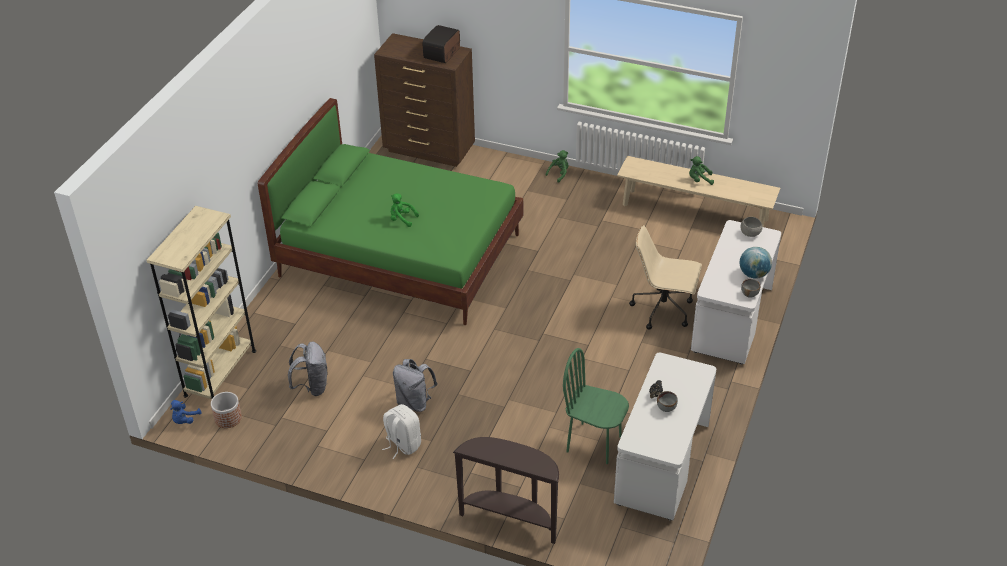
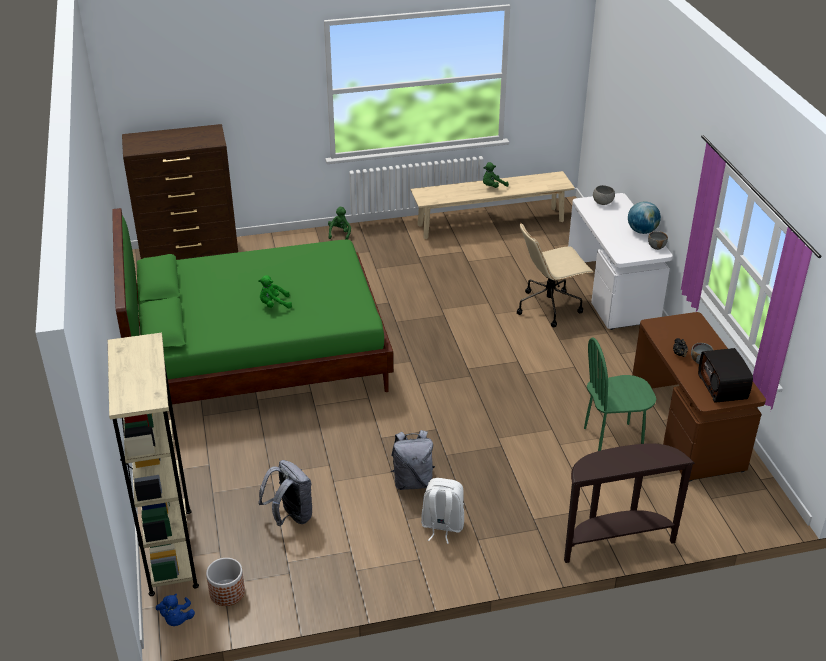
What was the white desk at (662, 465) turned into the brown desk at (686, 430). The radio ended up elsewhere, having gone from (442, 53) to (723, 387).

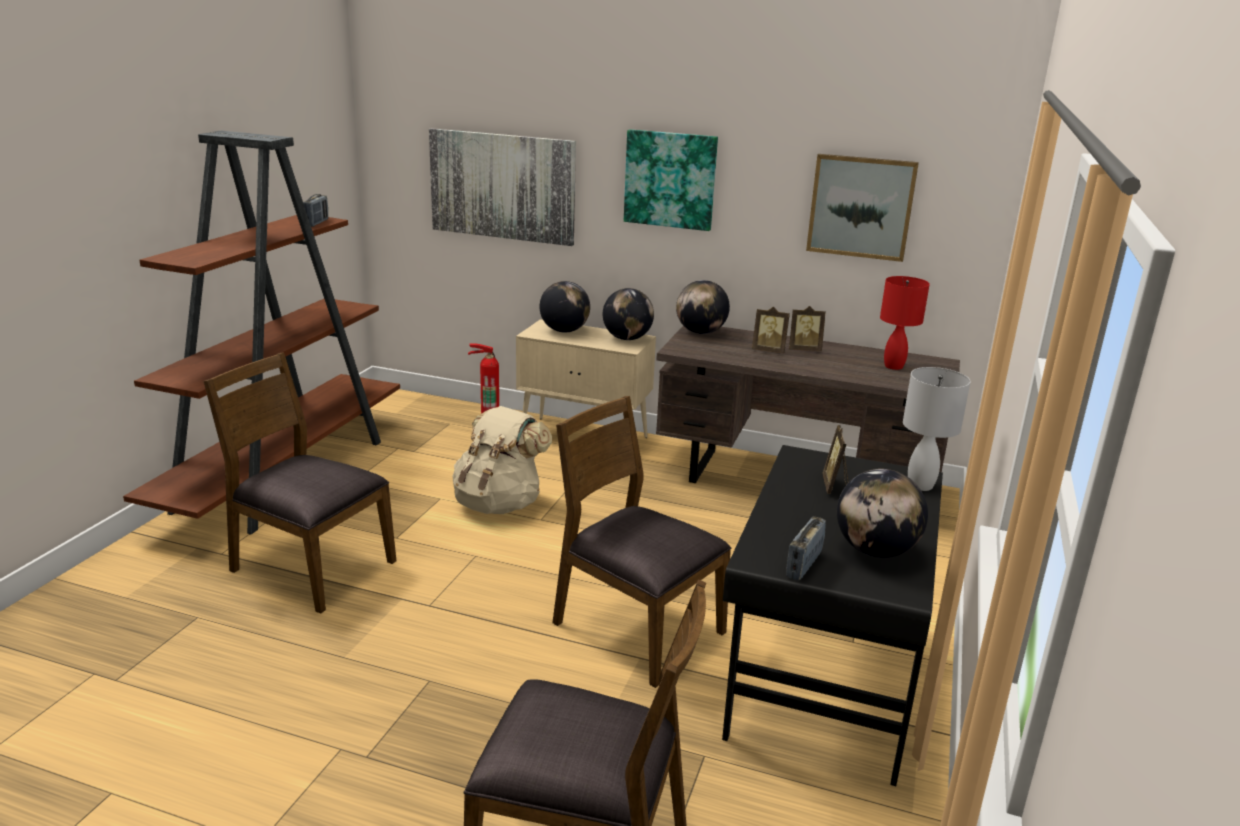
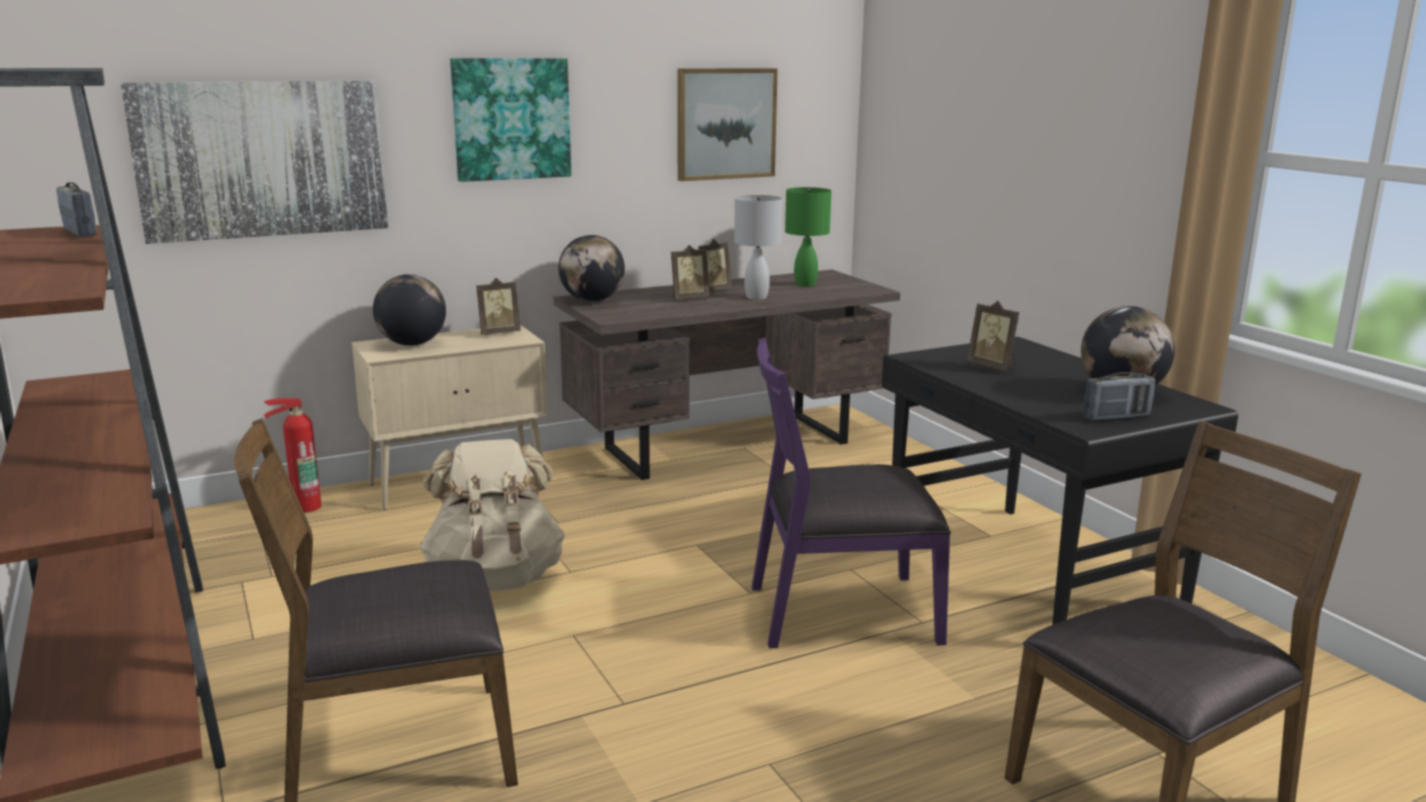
Where the globe stood at (627, 339), the picture frame came to stand at (498, 333). The white table lamp ended up elsewhere, having gone from (921, 485) to (757, 297). What was the brown chair at (635, 628) turned into the purple chair at (841, 612). What was the red table lamp at (894, 366) turned into the green table lamp at (805, 284). The radio at (803, 565) ended up facing another way, 90 degrees counterclockwise from before.

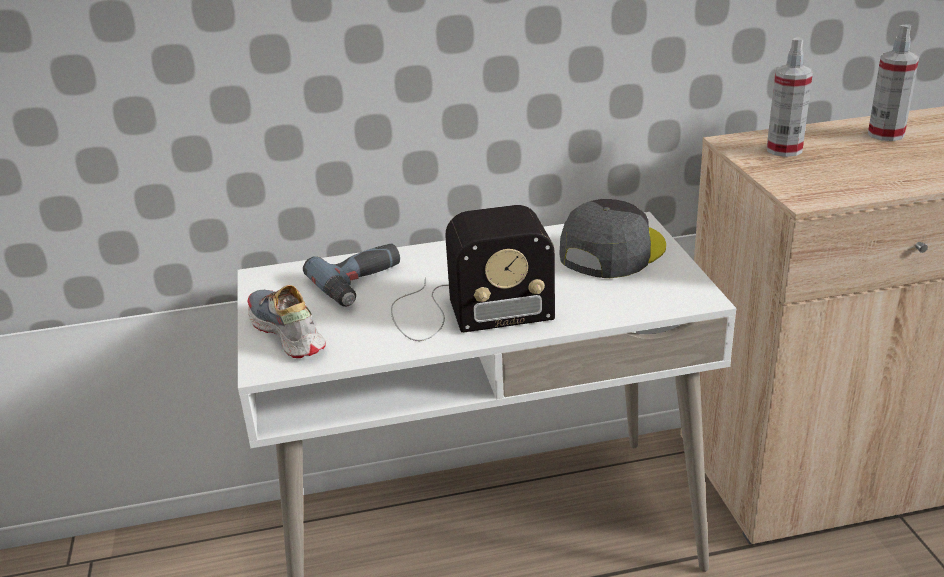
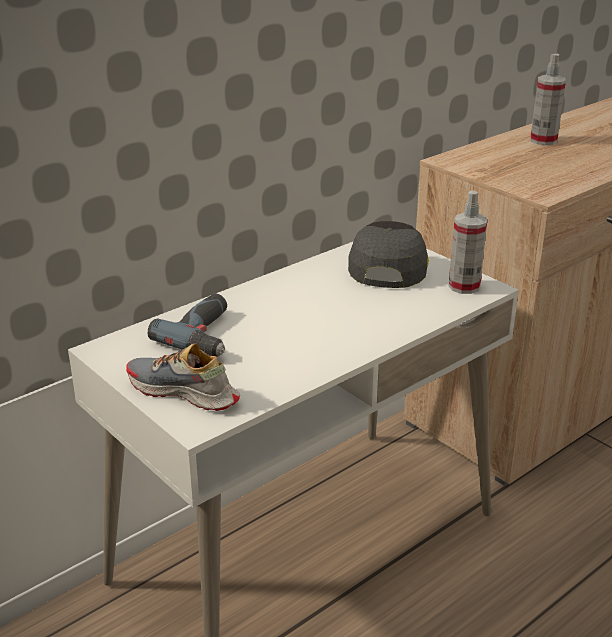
The spray bottle ended up elsewhere, having gone from (784, 150) to (464, 286). The second view lost the radio at (465, 310).

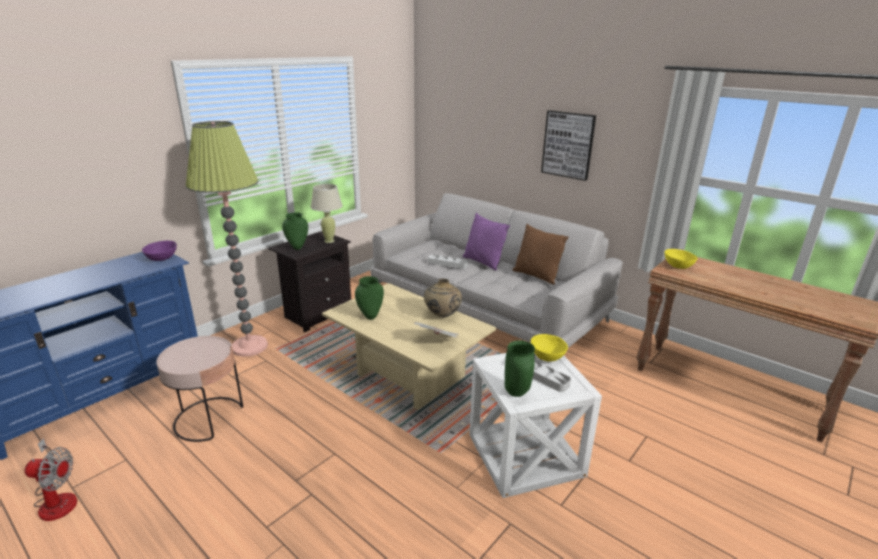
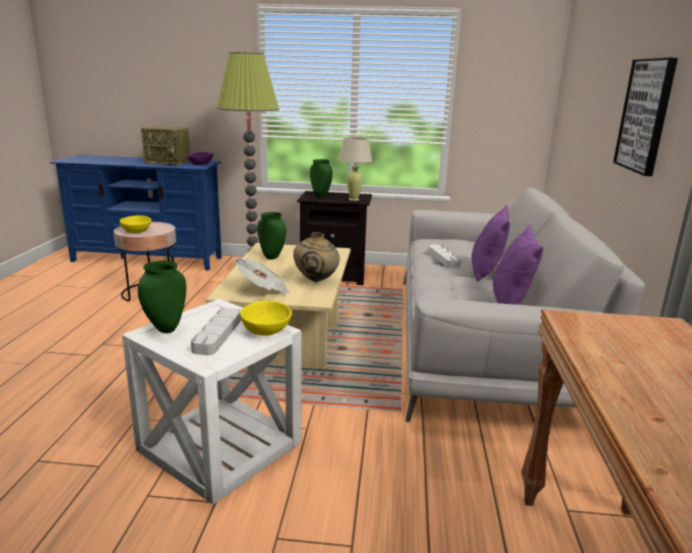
The yellow bowl ended up elsewhere, having gone from (677, 266) to (136, 231). The second view gained the radio at (168, 162). What was the brown pillow at (536, 276) turned into the purple pillow at (509, 303). The second view lost the fan at (57, 499).

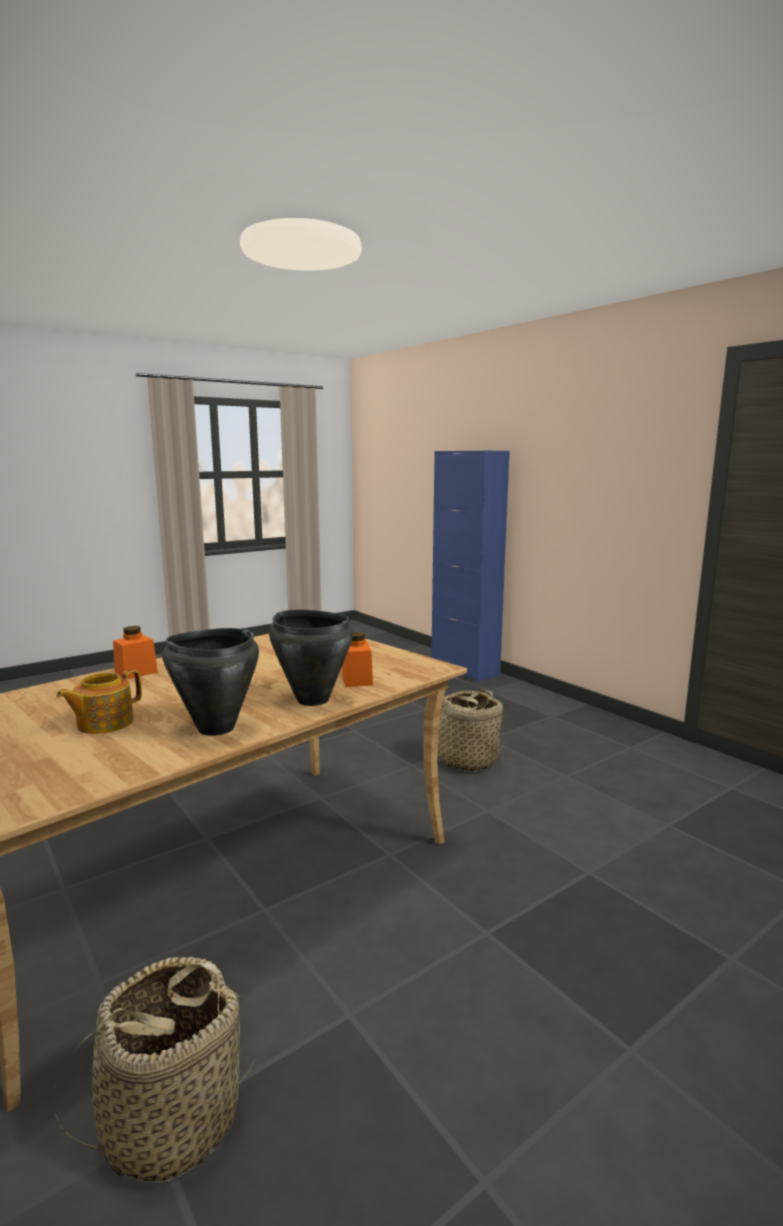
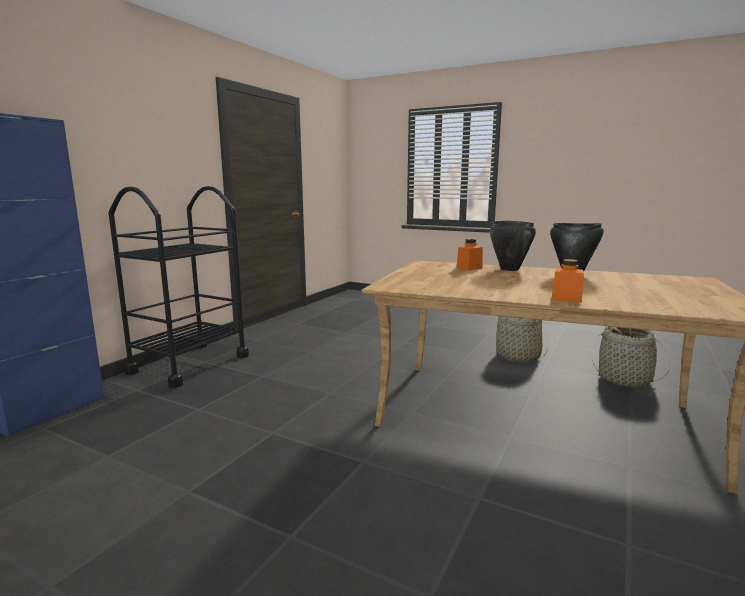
The second view gained the black cart at (189, 364). The basket ended up elsewhere, having gone from (466, 760) to (518, 356). The second view lost the teapot at (103, 723).

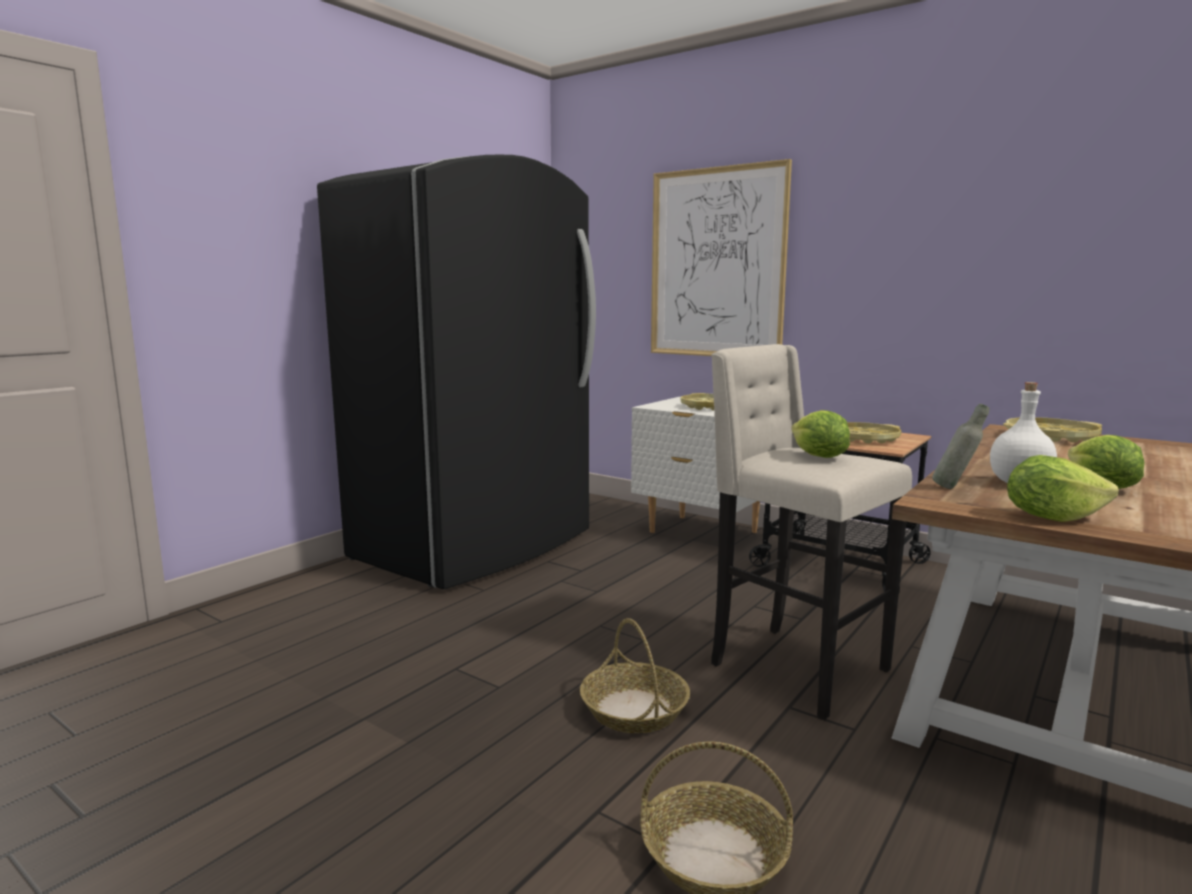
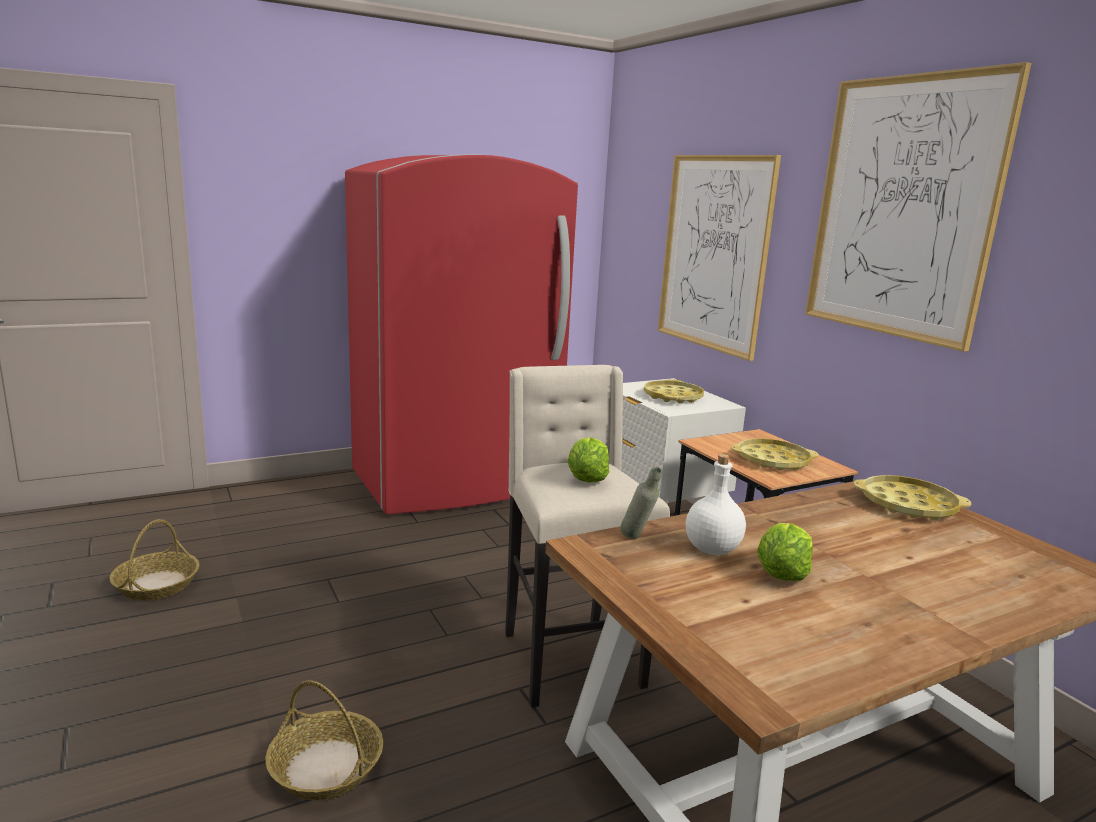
The basket ended up elsewhere, having gone from (635, 710) to (157, 585). What was the black fridge at (476, 546) turned into the red fridge at (456, 482). The second view gained the picture at (903, 208). The second view lost the lettuce at (1051, 517).

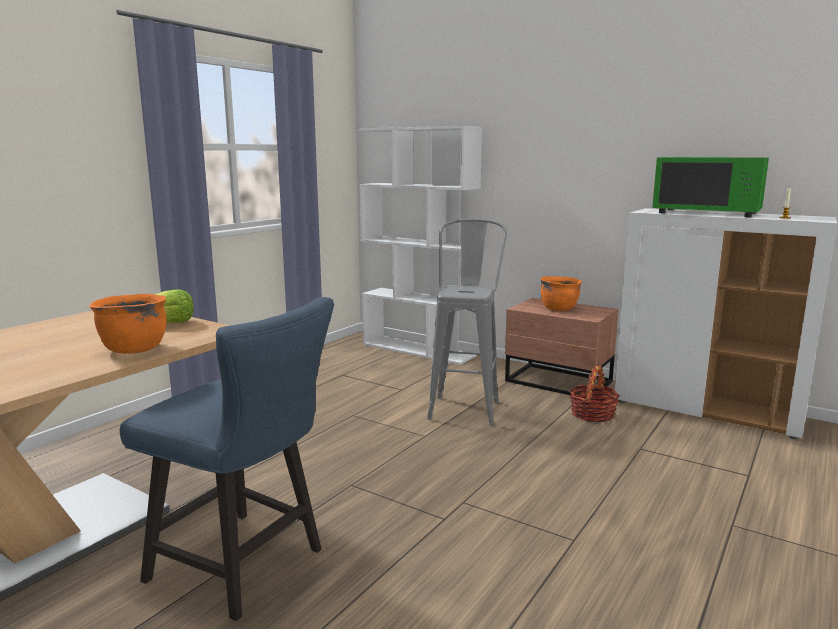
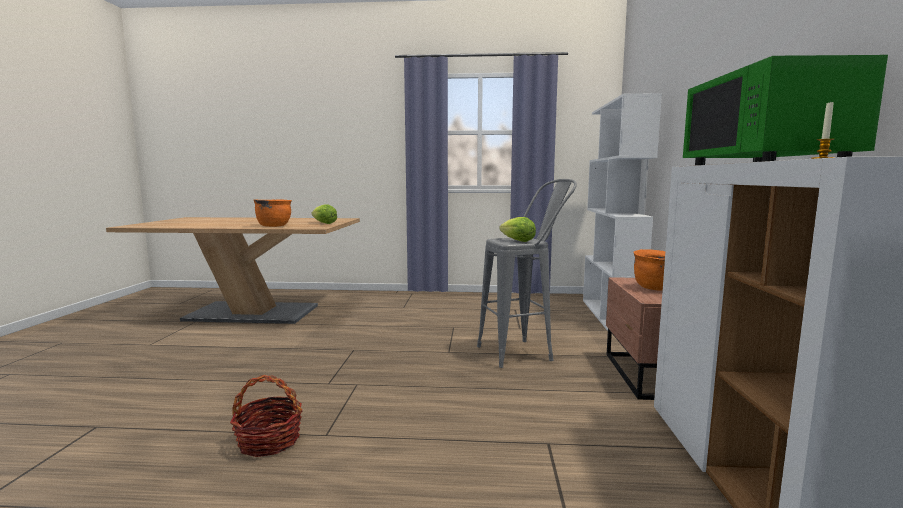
The basket ended up elsewhere, having gone from (592, 414) to (269, 441). The second view gained the lettuce at (517, 241). The second view lost the blue chair at (246, 567).

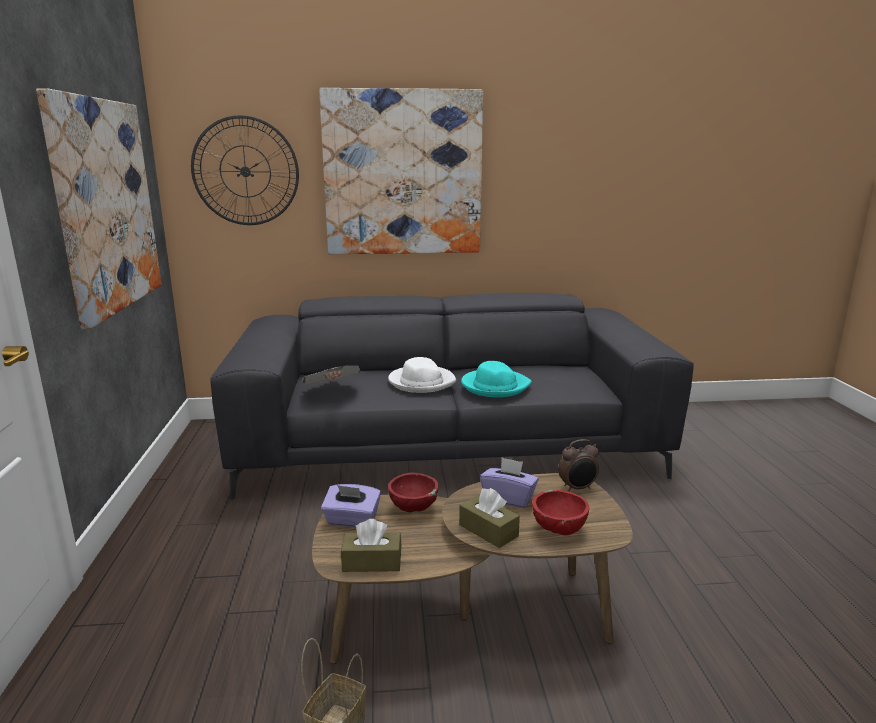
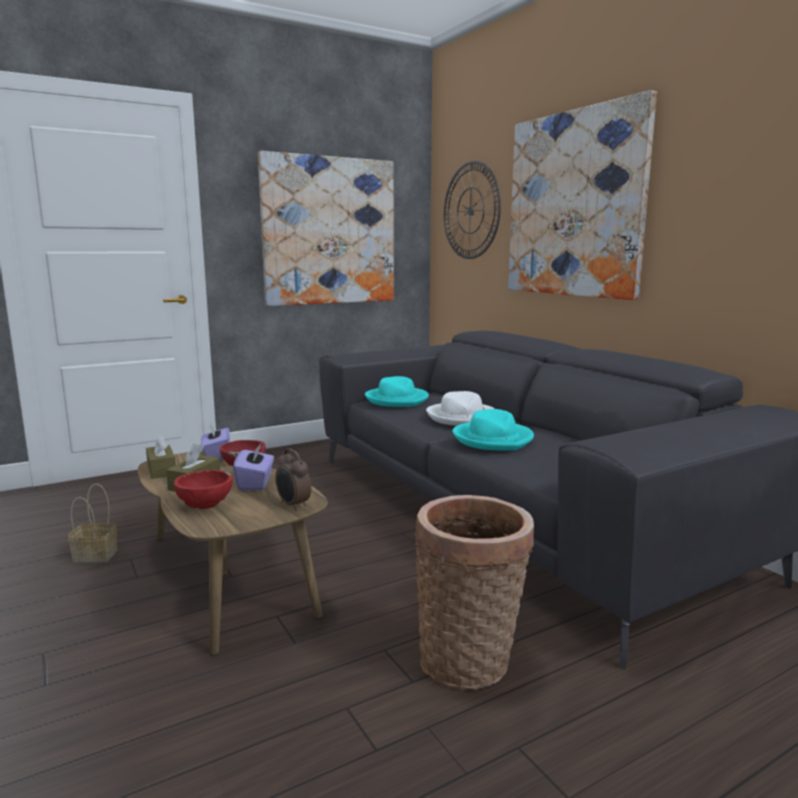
Where the newspaper stood at (331, 391), the turquoise hat came to stand at (397, 400). The second view gained the basket at (470, 660).

